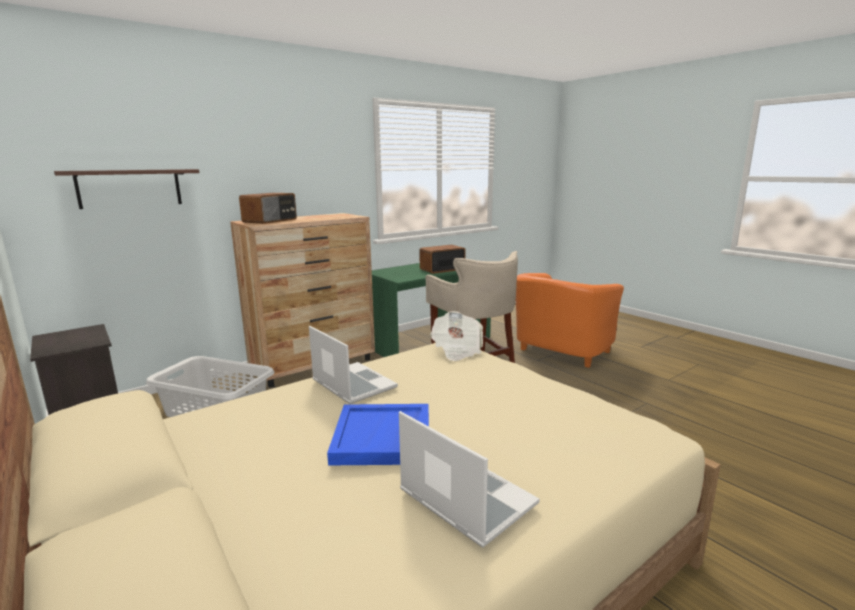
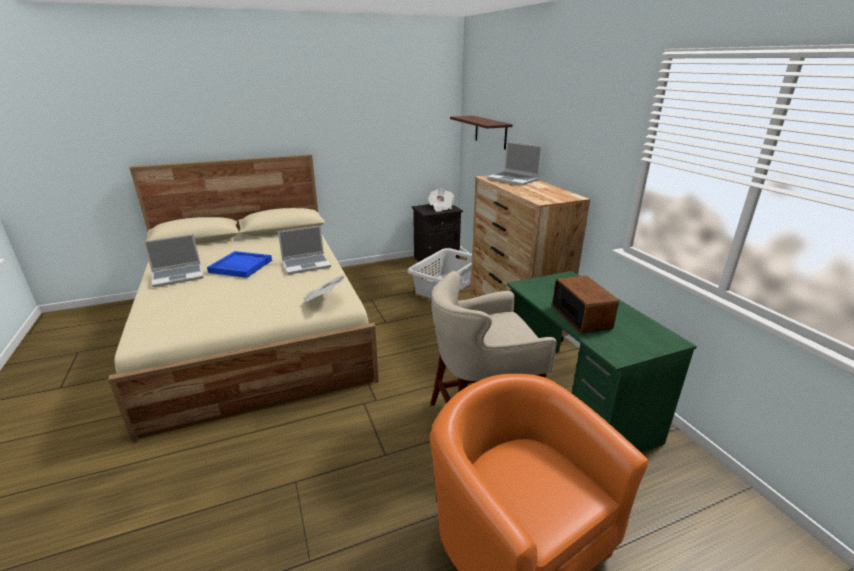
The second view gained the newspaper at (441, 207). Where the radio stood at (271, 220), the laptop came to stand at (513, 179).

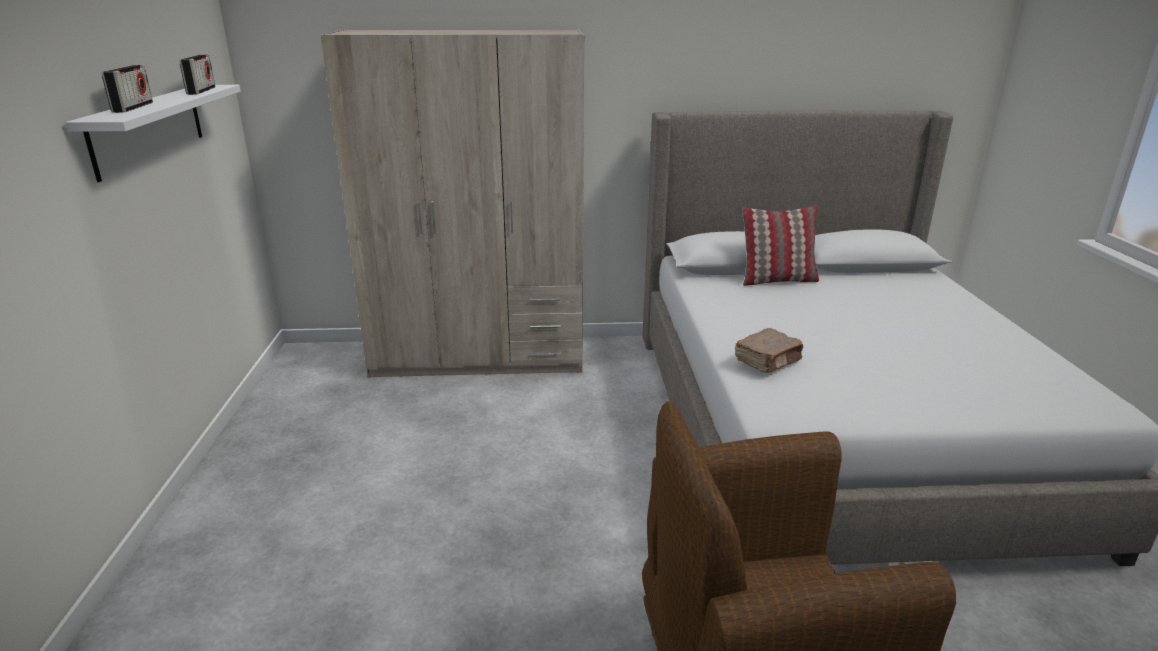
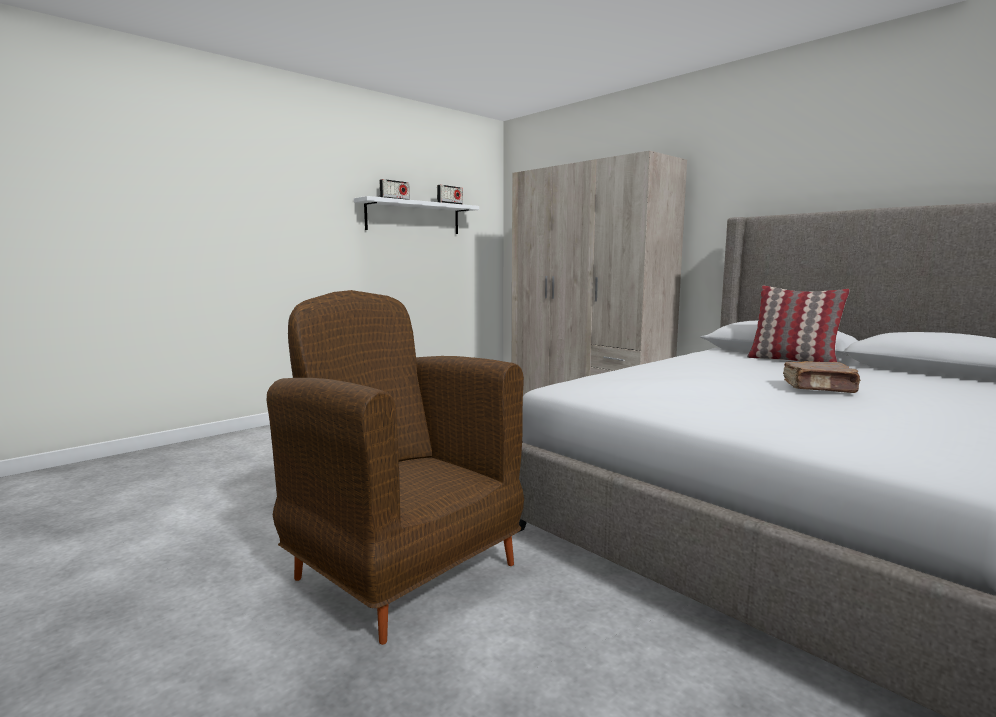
The brown book ended up elsewhere, having gone from (768, 361) to (819, 388).

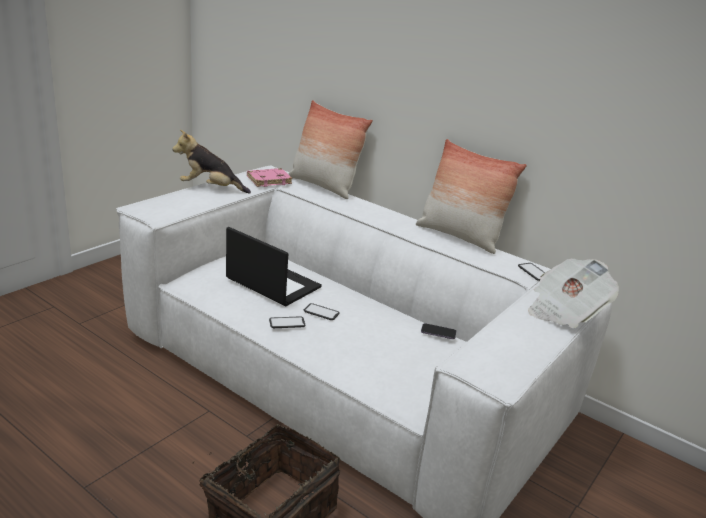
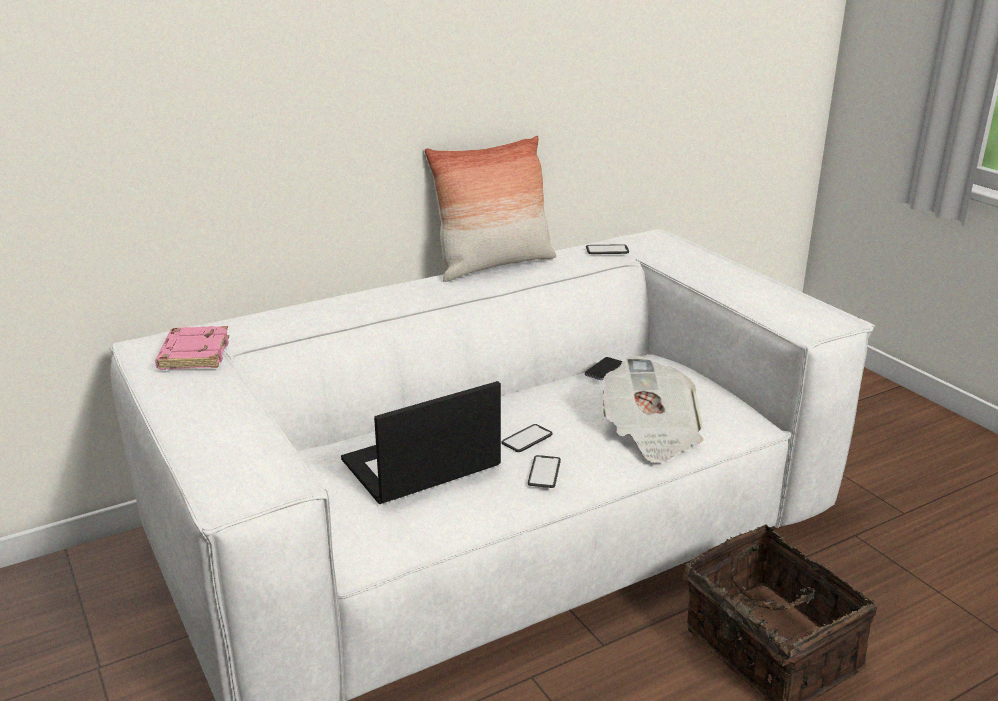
The newspaper ended up elsewhere, having gone from (565, 311) to (650, 434). The second view lost the plush toy at (210, 188). The second view lost the pillow at (323, 186).

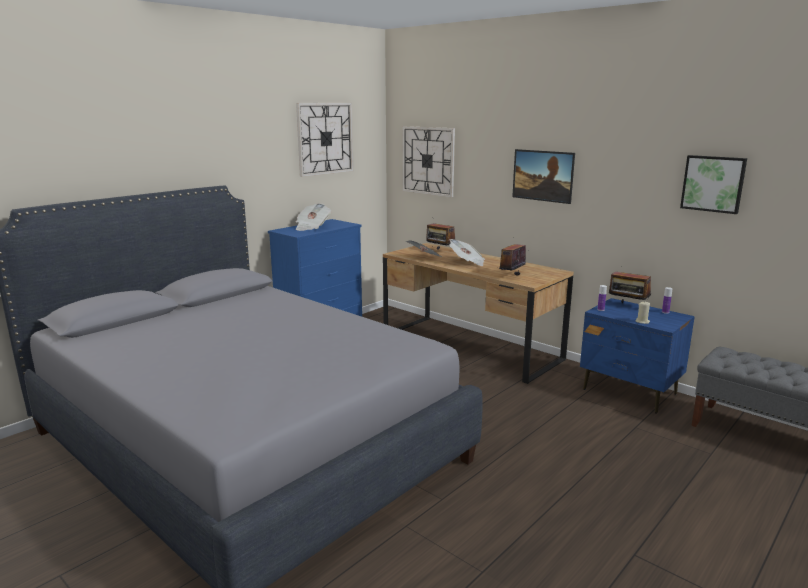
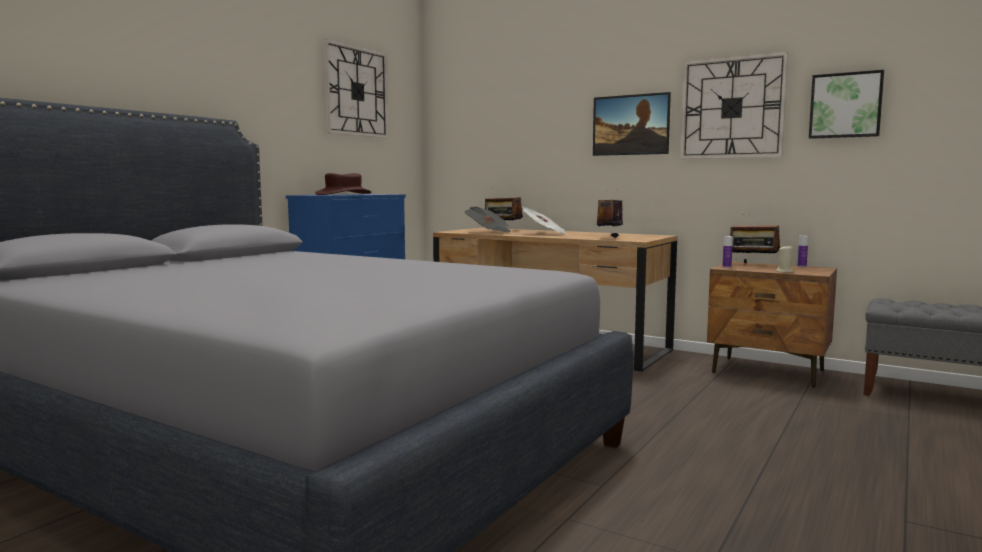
Where the newspaper stood at (312, 227), the brown hat came to stand at (343, 194). The wall clock ended up elsewhere, having gone from (428, 161) to (732, 108). What was the blue nightstand at (629, 392) turned into the brown nightstand at (768, 372).

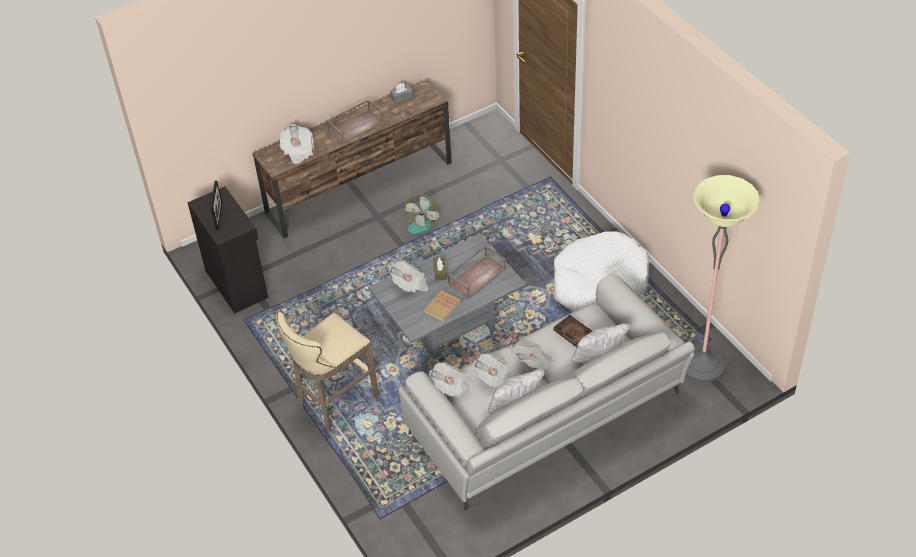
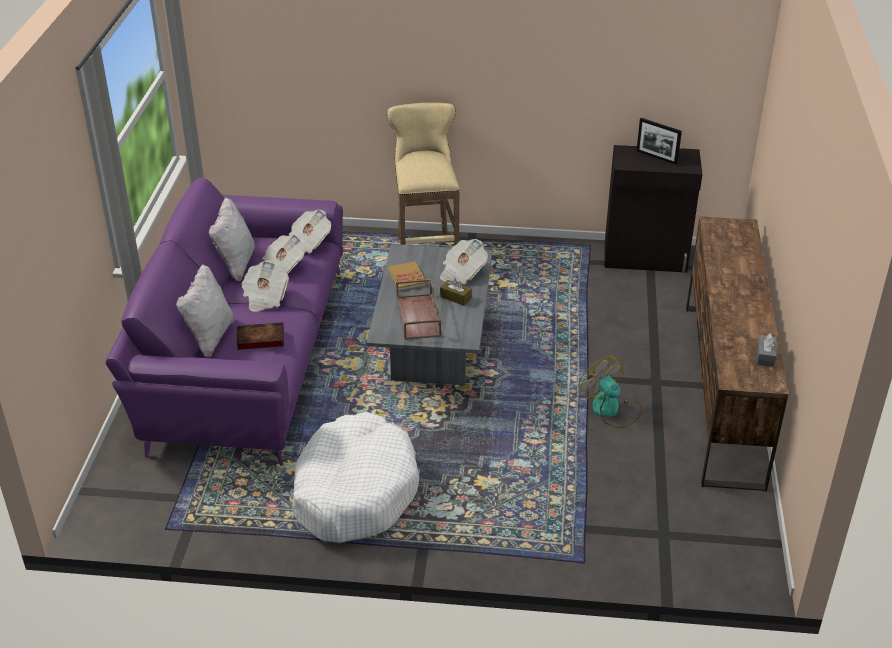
What was the grey sofa at (546, 417) turned into the purple sofa at (245, 356). The second view lost the newspaper at (298, 151). The second view lost the brown tray at (356, 126). The second view lost the floor lamp at (702, 363).

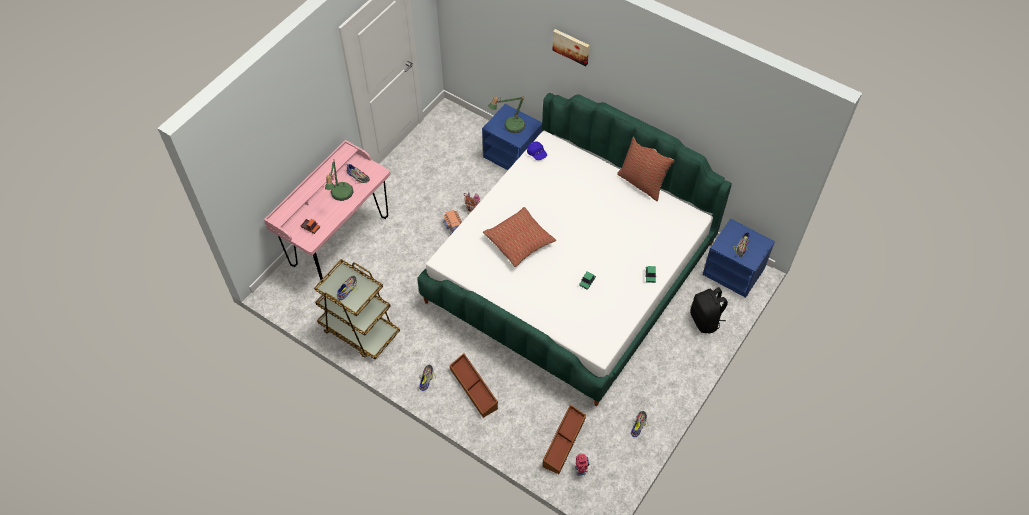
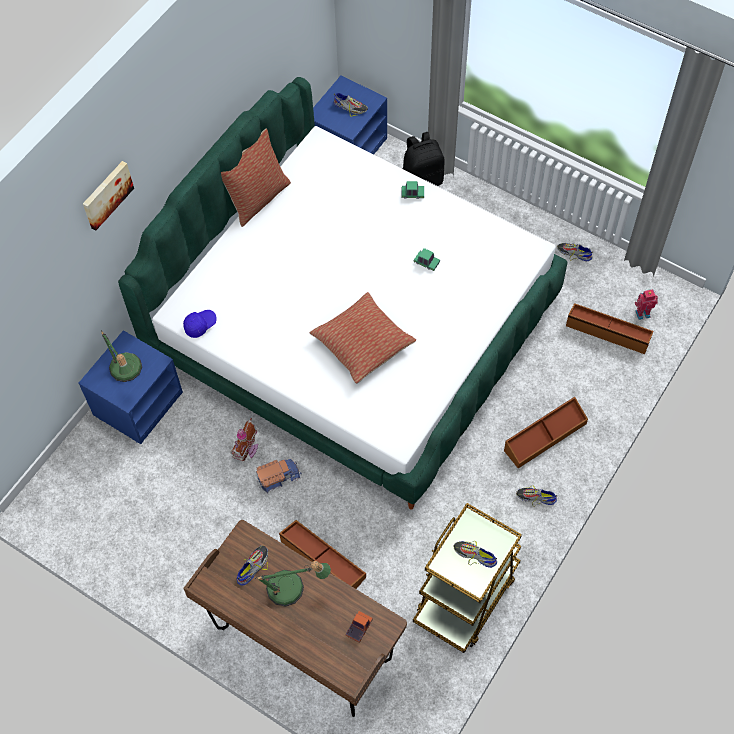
What was the pink desk at (340, 241) turned into the brown desk at (303, 646). The second view gained the brown storage box at (322, 560).

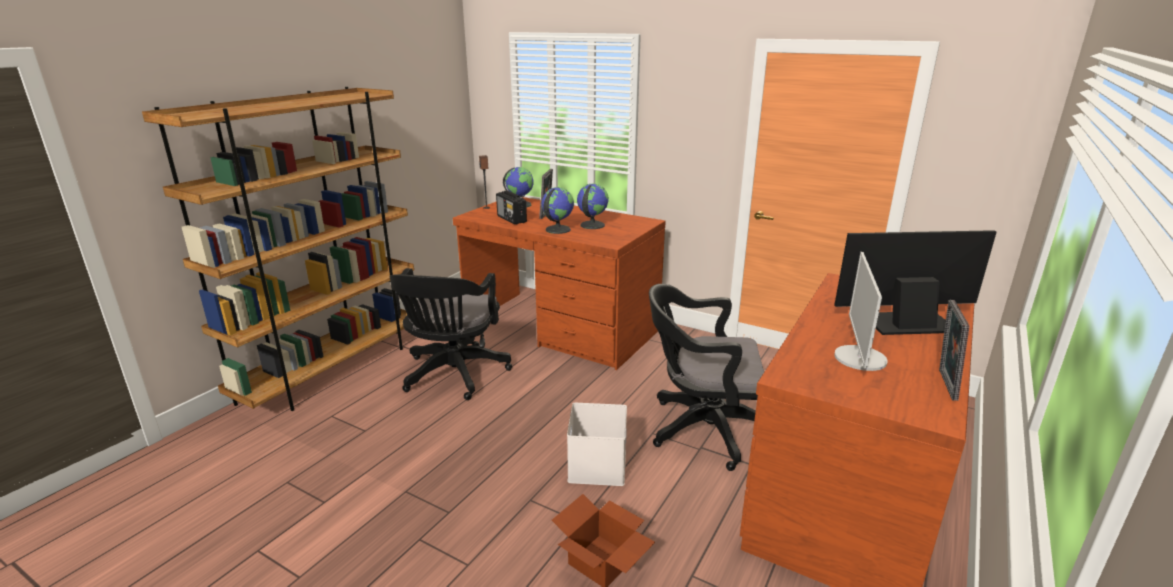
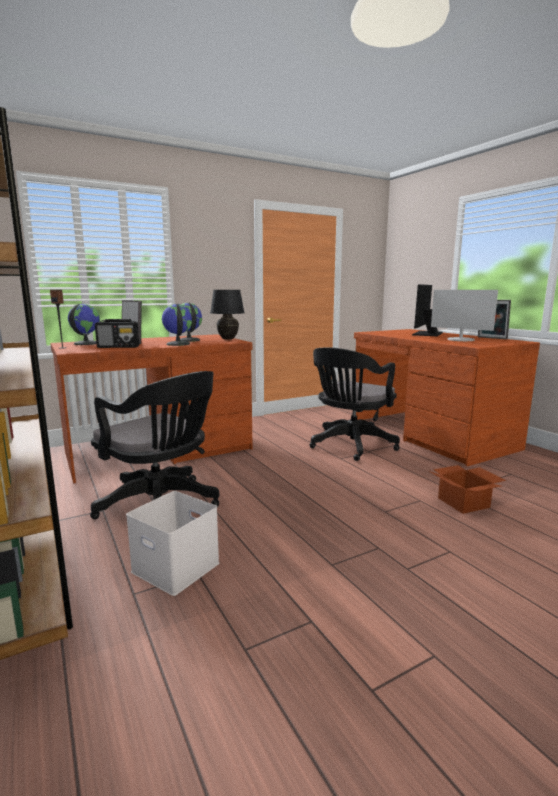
The white storage box ended up elsewhere, having gone from (596, 465) to (173, 567). The second view gained the black table lamp at (228, 339).

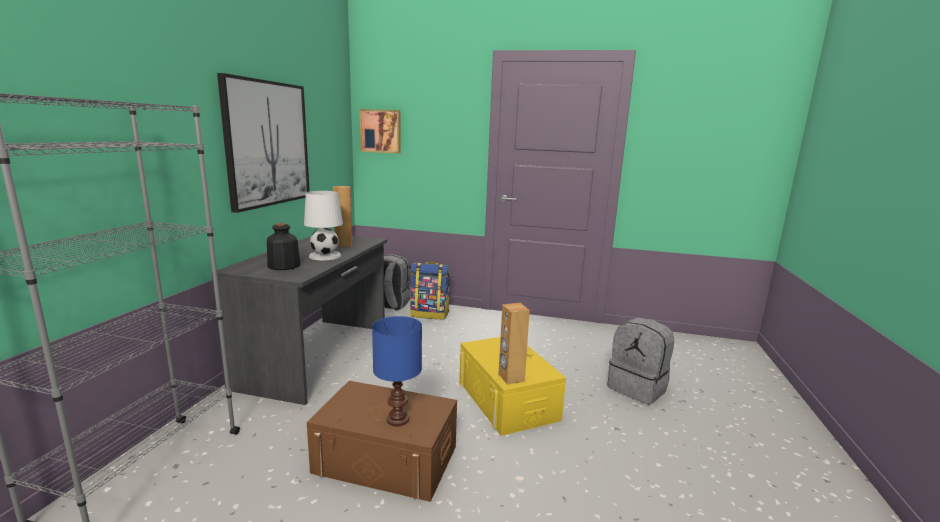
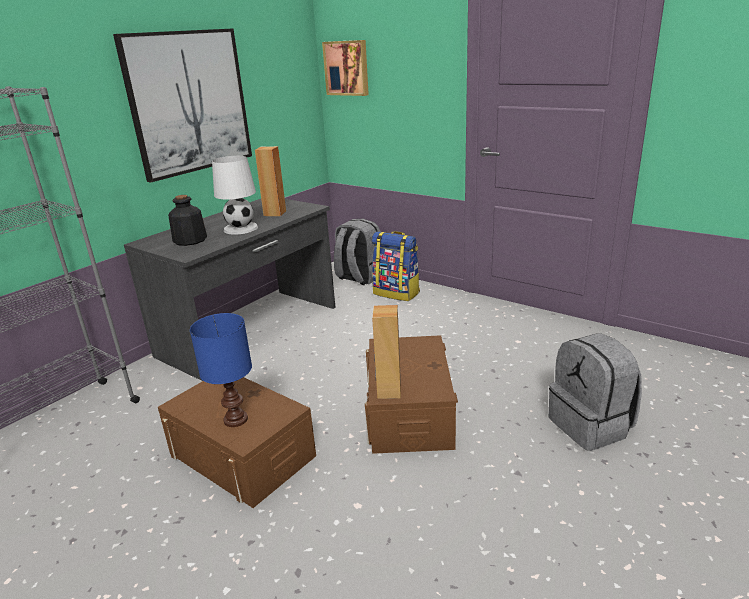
What was the yellow storage box at (507, 400) turned into the brown storage box at (409, 412).

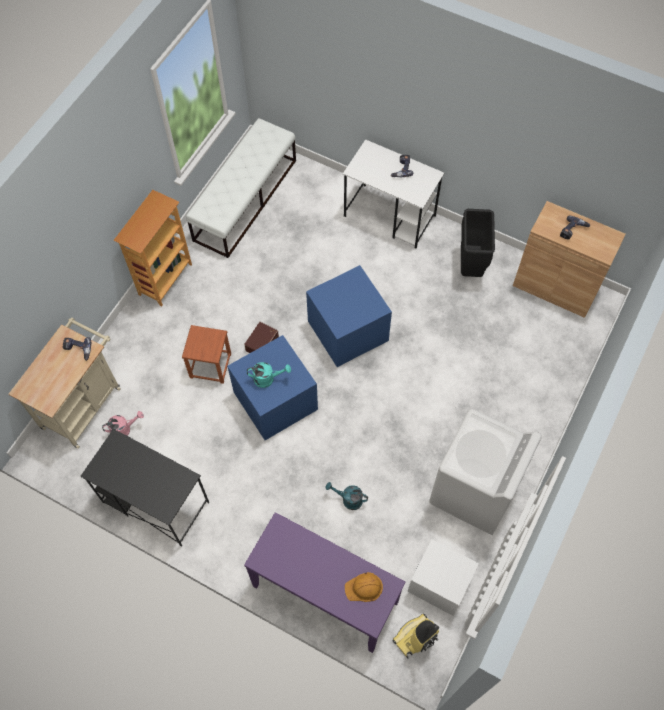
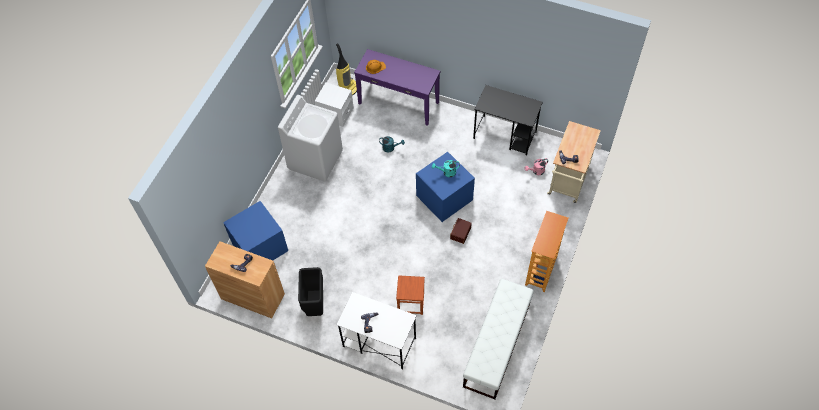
The blue storage box ended up elsewhere, having gone from (346, 330) to (260, 247). The brown stool ended up elsewhere, having gone from (210, 366) to (411, 302).

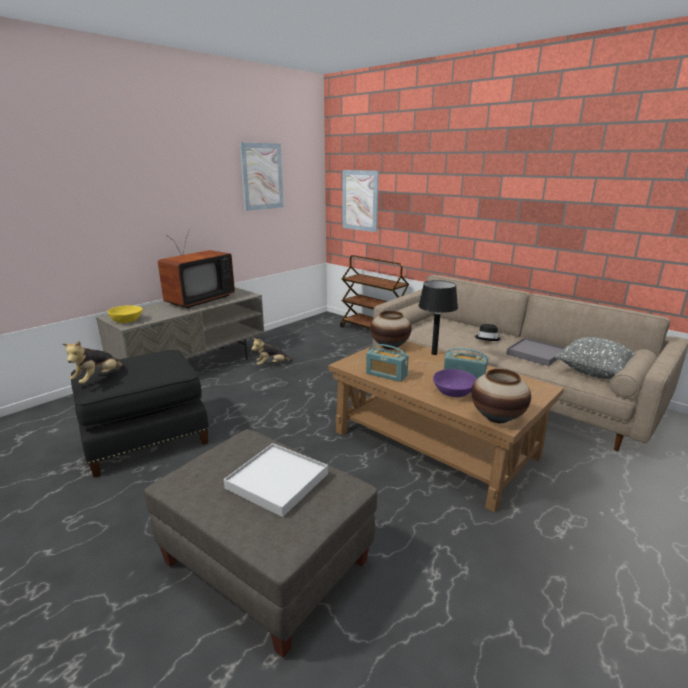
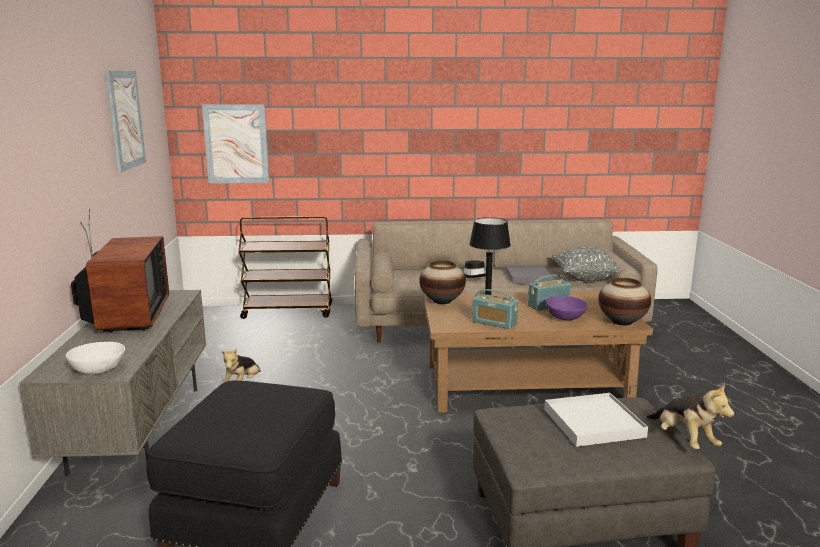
What was the yellow bowl at (127, 321) turned into the white bowl at (98, 369). The radio at (386, 375) ended up facing another way, 45 degrees clockwise from before. The plush toy ended up elsewhere, having gone from (98, 379) to (684, 440).

